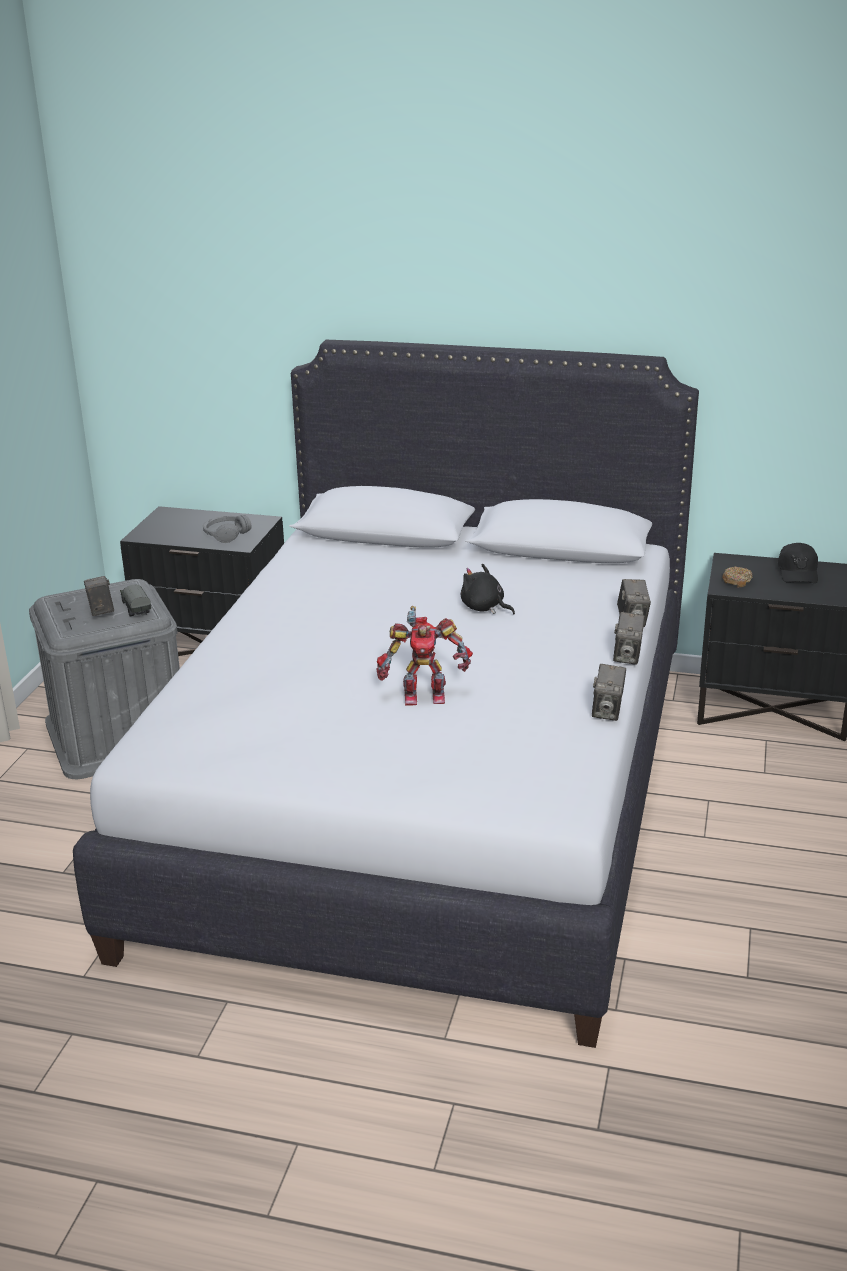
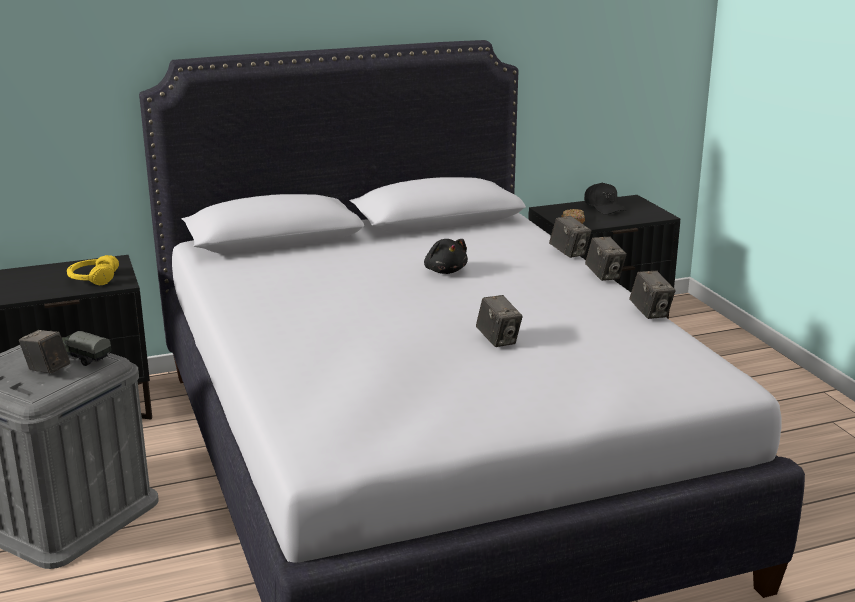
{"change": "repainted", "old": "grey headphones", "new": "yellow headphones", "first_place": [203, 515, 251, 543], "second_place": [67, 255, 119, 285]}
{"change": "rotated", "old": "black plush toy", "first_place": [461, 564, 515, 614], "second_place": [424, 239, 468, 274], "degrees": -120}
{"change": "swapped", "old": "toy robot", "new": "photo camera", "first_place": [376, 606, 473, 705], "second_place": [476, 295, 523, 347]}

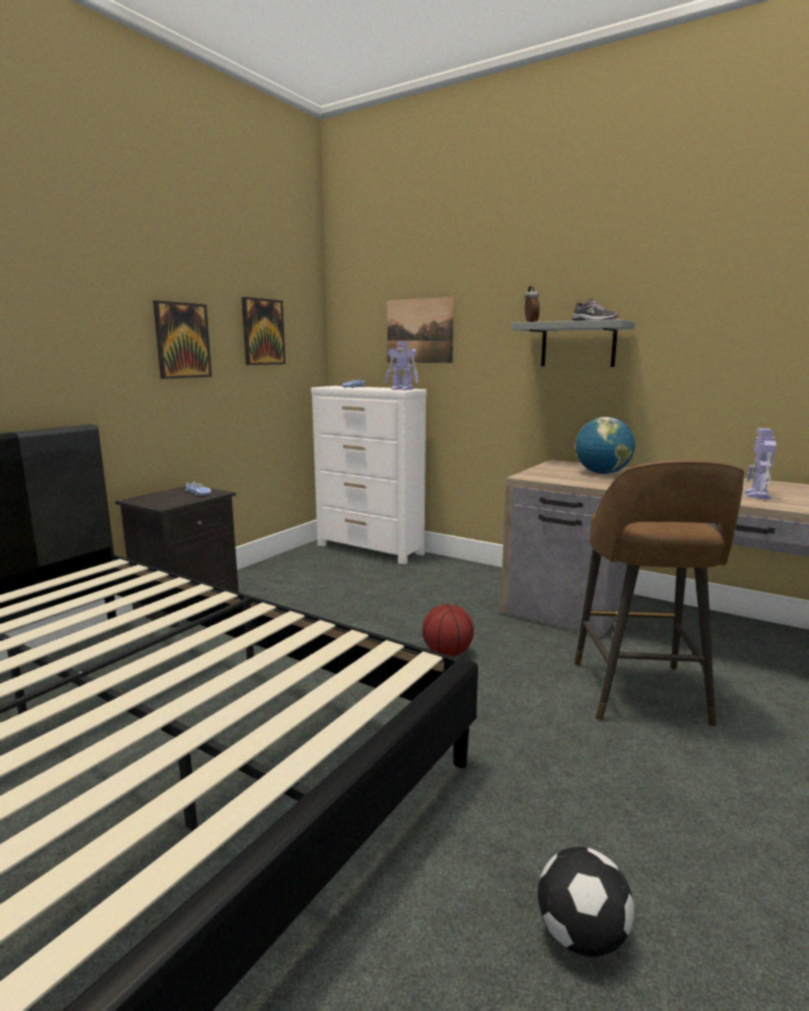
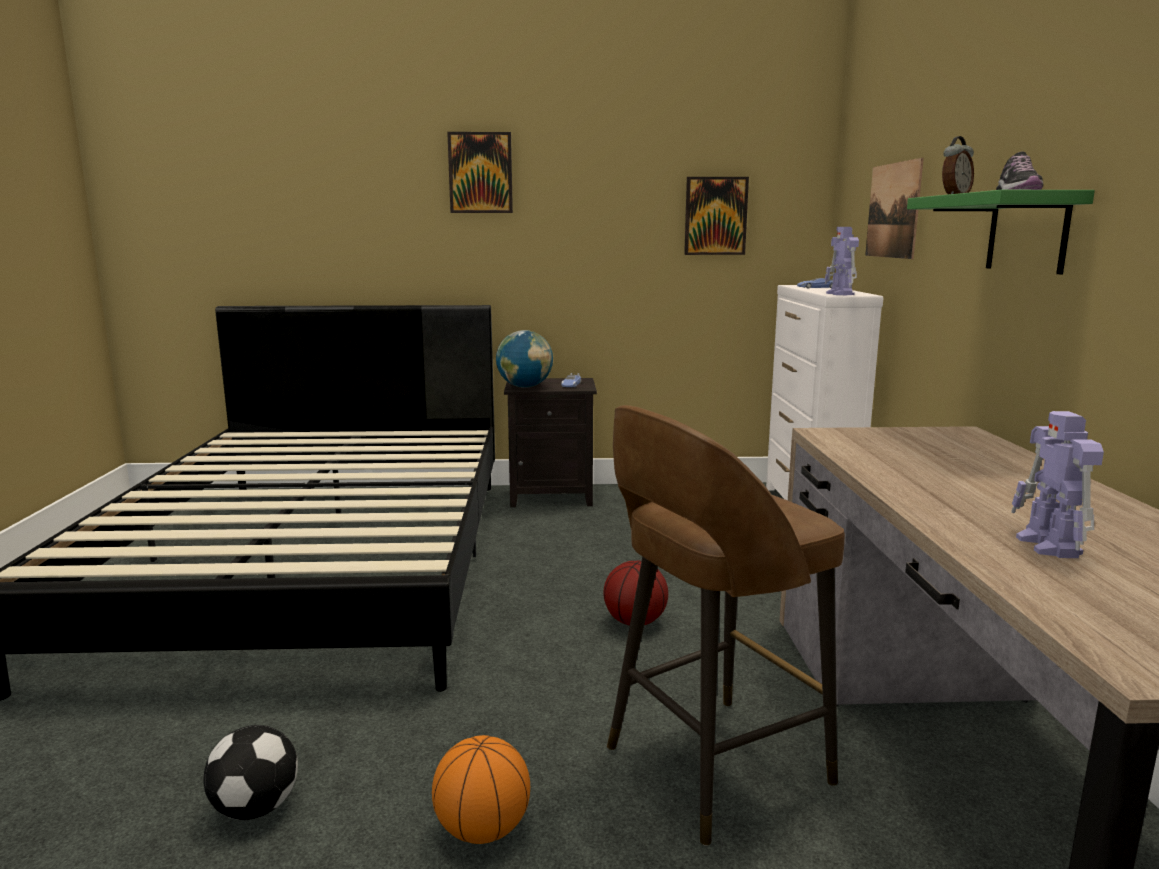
{"change": "new", "new": "basketball", "second_place": [432, 735, 530, 844]}
{"change": "shifted", "old": "picture", "first_place": [153, 300, 212, 379], "second_place": [447, 132, 513, 213]}
{"change": "shifted", "old": "globe", "first_place": [575, 417, 635, 474], "second_place": [496, 330, 553, 388]}
{"change": "repainted", "old": "grey shelf", "new": "green shelf", "first_place": [511, 319, 635, 367], "second_place": [907, 190, 1095, 274]}
{"change": "rotated", "old": "toy robot", "first_place": [744, 428, 776, 499], "second_place": [1011, 411, 1104, 558], "degrees": -75}

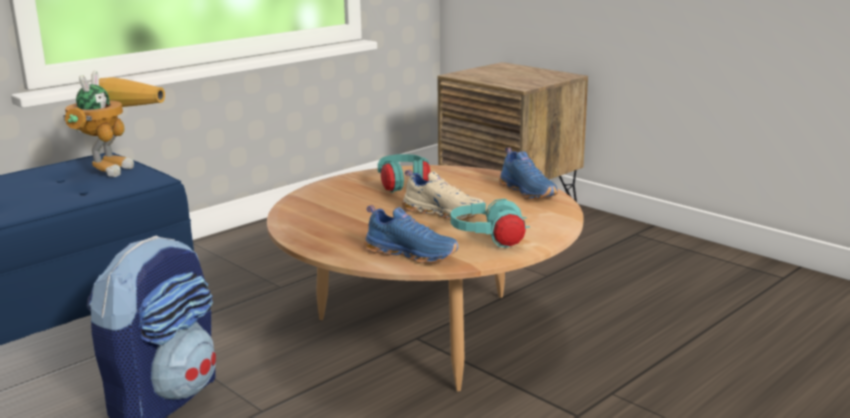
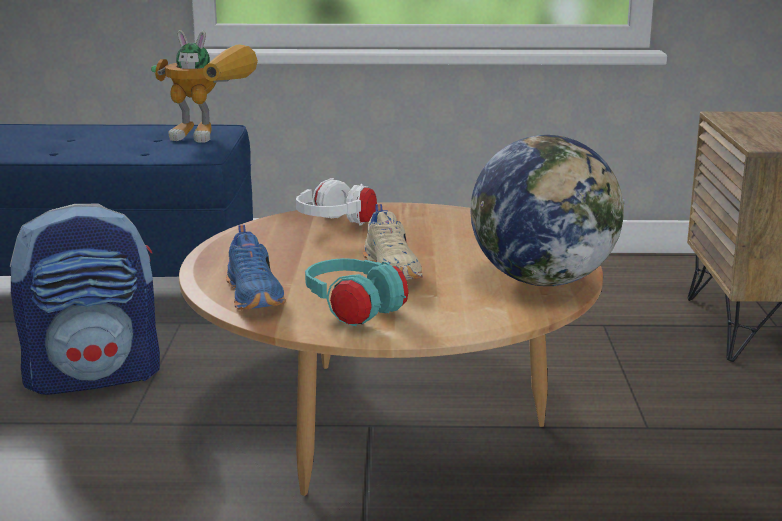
{"change": "rotated", "old": "toy robot", "first_place": [63, 71, 165, 177], "second_place": [151, 30, 258, 142], "degrees": 45}
{"change": "new", "new": "white headphones", "second_place": [296, 178, 377, 226]}
{"change": "swapped", "old": "blue shoe", "new": "globe", "first_place": [499, 147, 558, 200], "second_place": [470, 135, 625, 286]}
{"change": "gone", "old": "turquoise headphones", "first_place": [378, 154, 430, 193]}

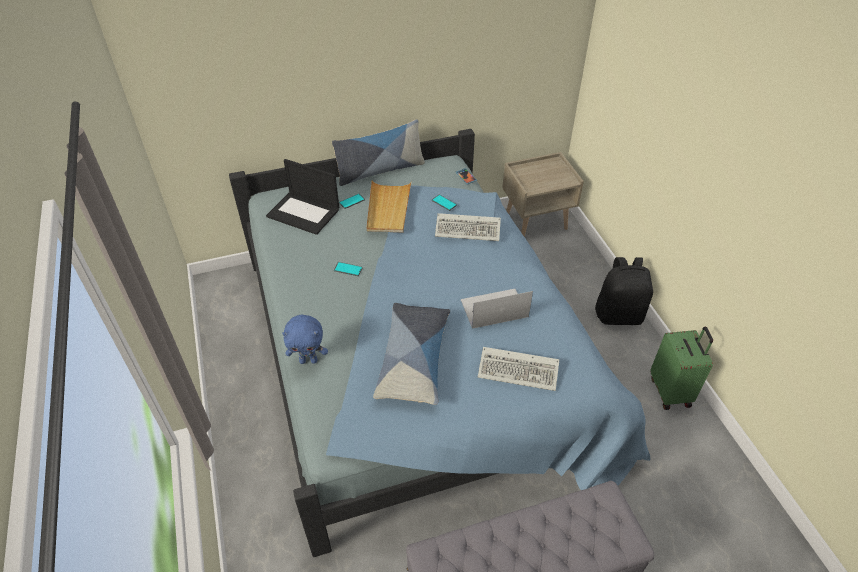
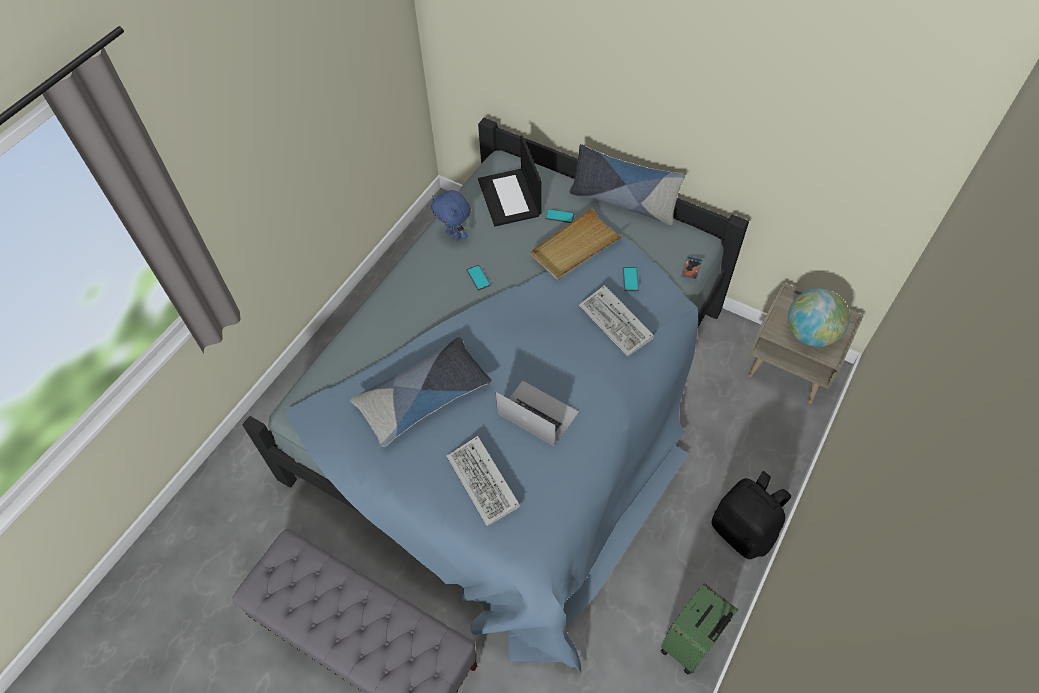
{"change": "shifted", "old": "blue plush toy", "first_place": [282, 315, 328, 364], "second_place": [431, 190, 471, 241]}
{"change": "new", "new": "globe", "second_place": [788, 288, 850, 347]}

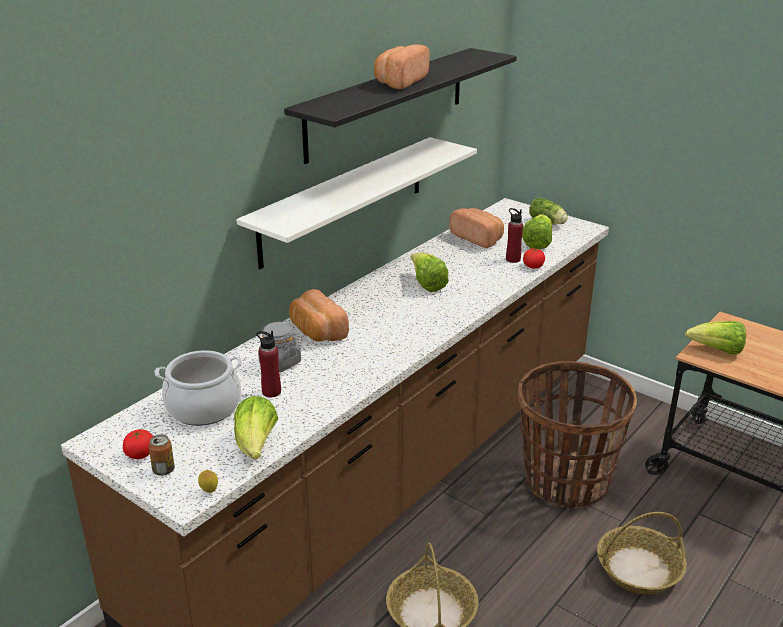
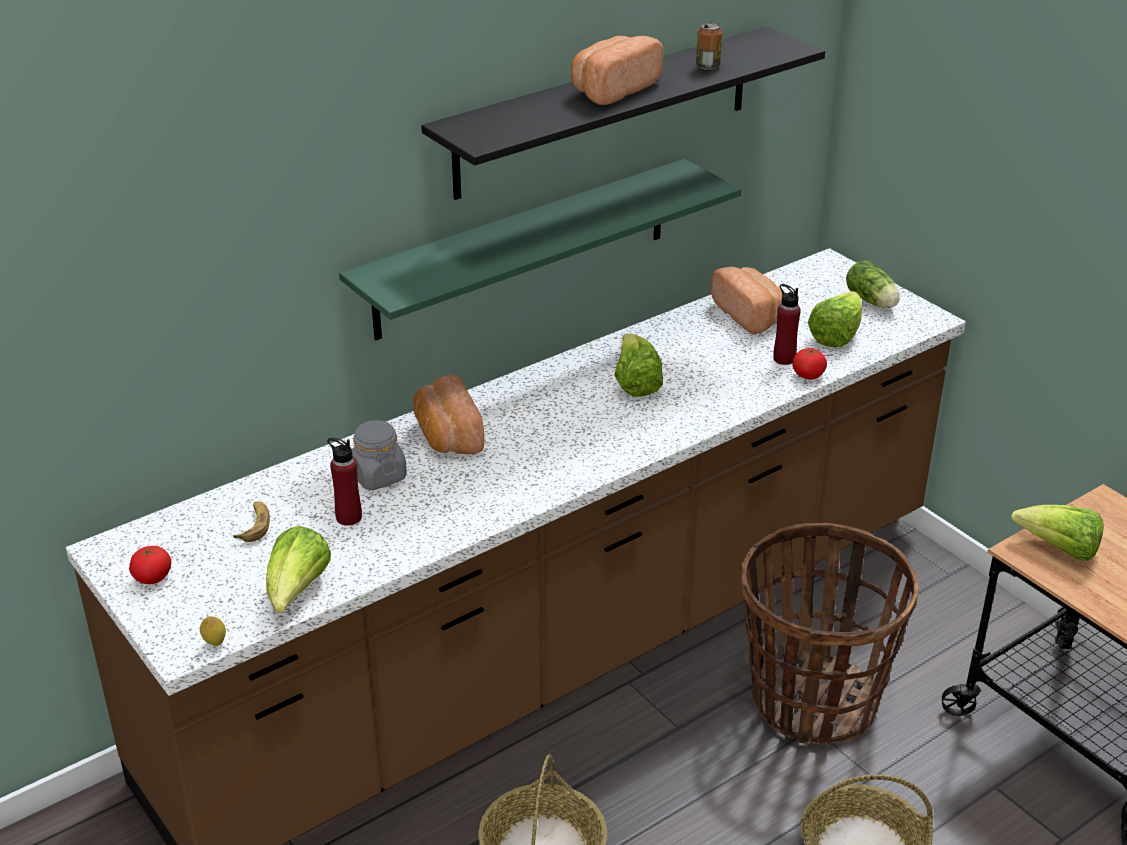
{"change": "swapped", "old": "cooking pot", "new": "banana", "first_place": [154, 350, 242, 426], "second_place": [233, 501, 270, 542]}
{"change": "repainted", "old": "white shelf", "new": "green shelf", "first_place": [236, 137, 477, 269], "second_place": [339, 159, 742, 340]}
{"change": "shifted", "old": "can", "first_place": [149, 434, 175, 476], "second_place": [696, 22, 722, 70]}

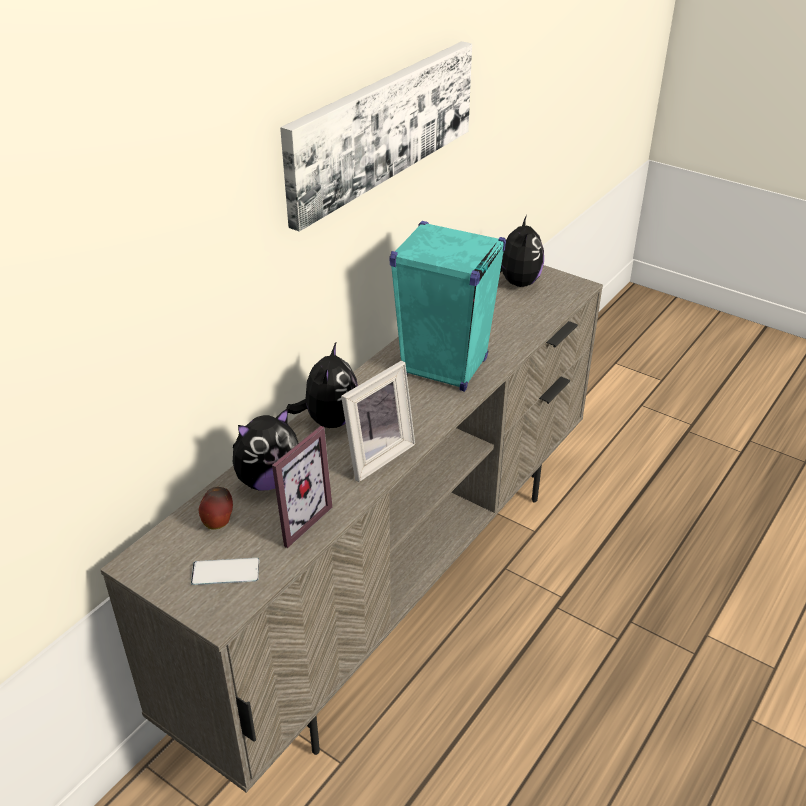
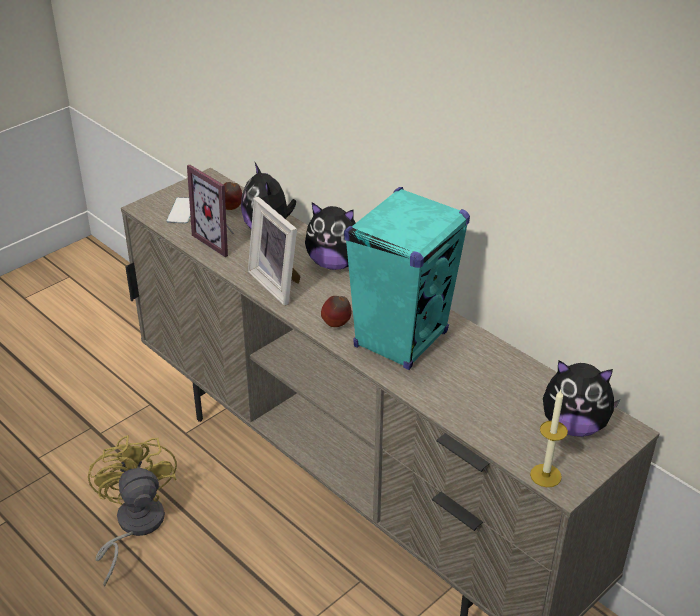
{"change": "new", "new": "yellow fan", "second_place": [88, 435, 177, 587]}
{"change": "new", "new": "apple", "second_place": [321, 296, 352, 327]}
{"change": "new", "new": "candle", "second_place": [530, 390, 568, 487]}
{"change": "gone", "old": "picture", "first_place": [280, 41, 472, 232]}

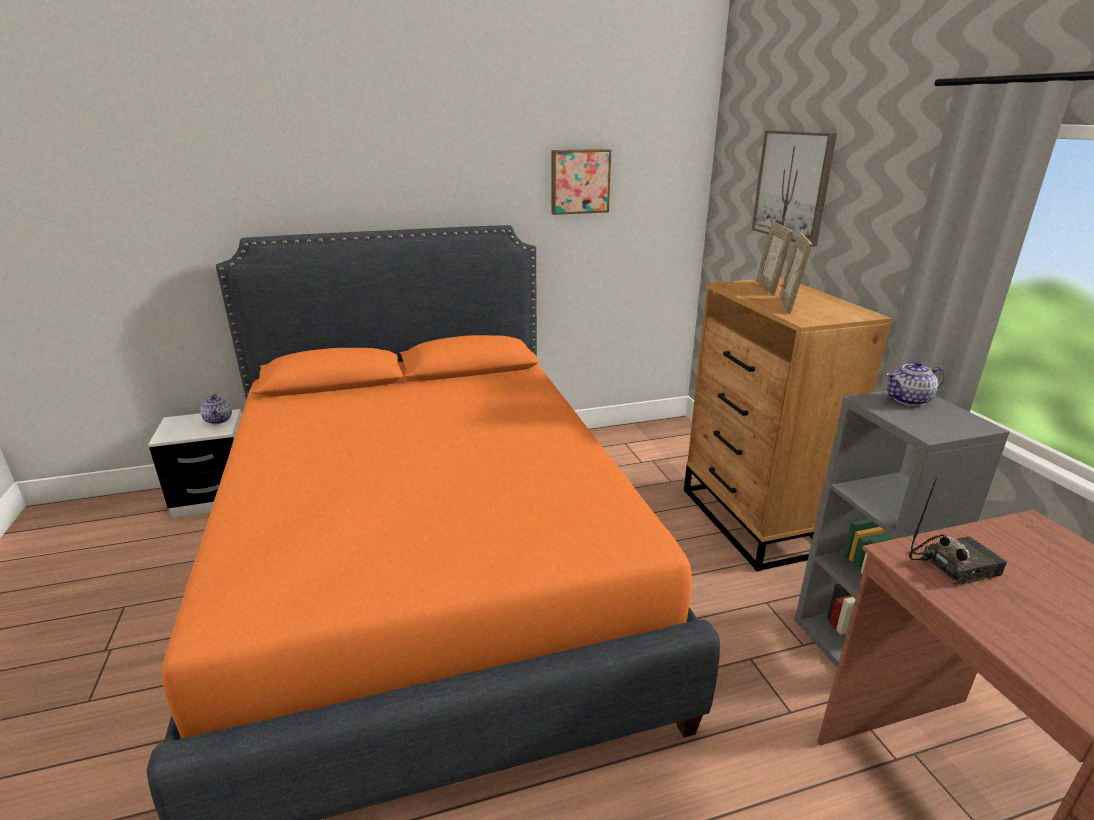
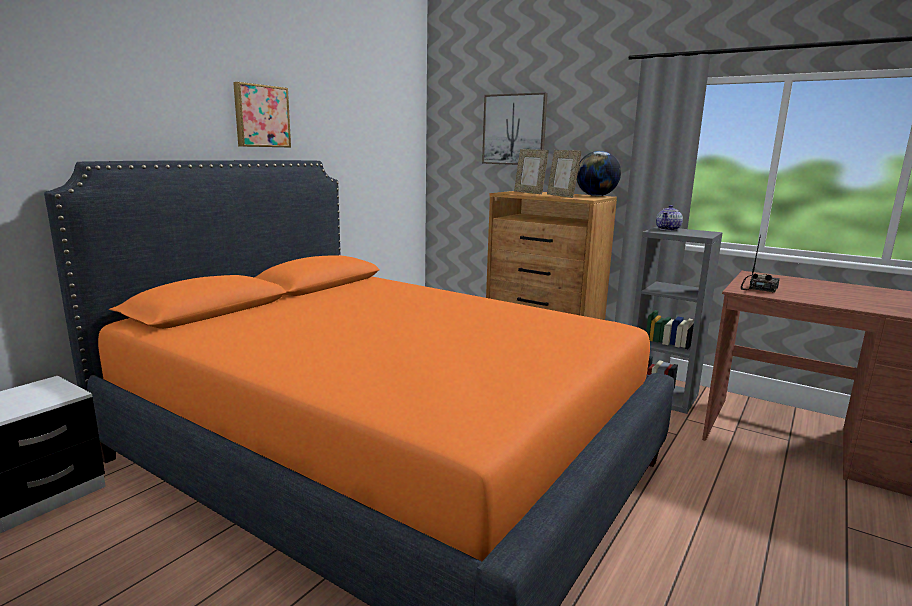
{"change": "shifted", "old": "picture", "first_place": [551, 149, 611, 215], "second_place": [233, 82, 291, 147]}
{"change": "new", "new": "globe", "second_place": [577, 151, 621, 196]}
{"change": "gone", "old": "teapot", "first_place": [200, 394, 232, 424]}

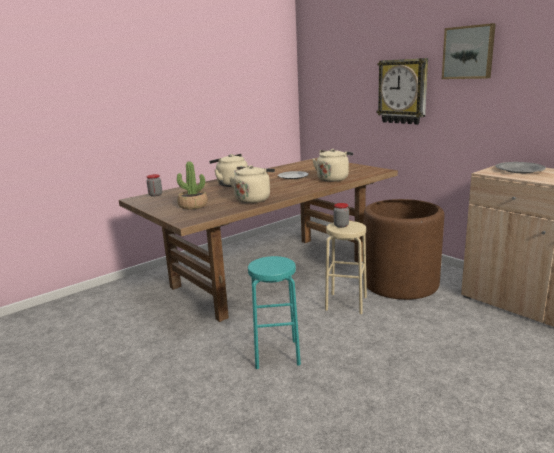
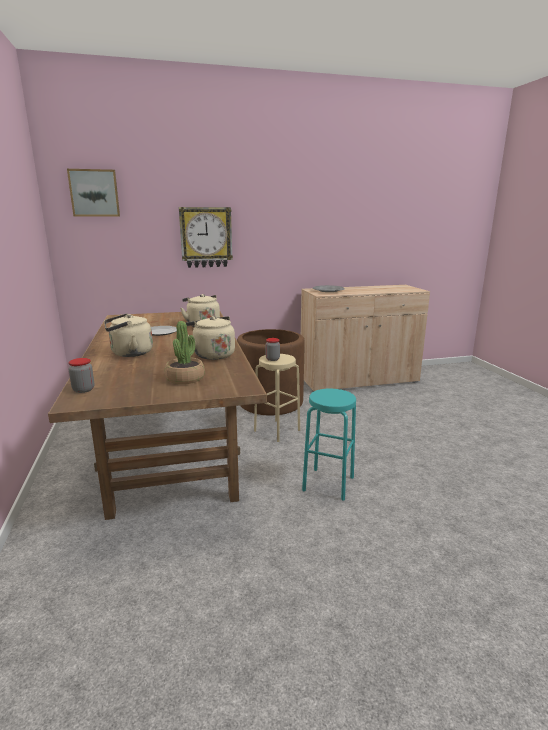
{"change": "shifted", "old": "picture", "first_place": [442, 23, 496, 79], "second_place": [67, 169, 120, 217]}

